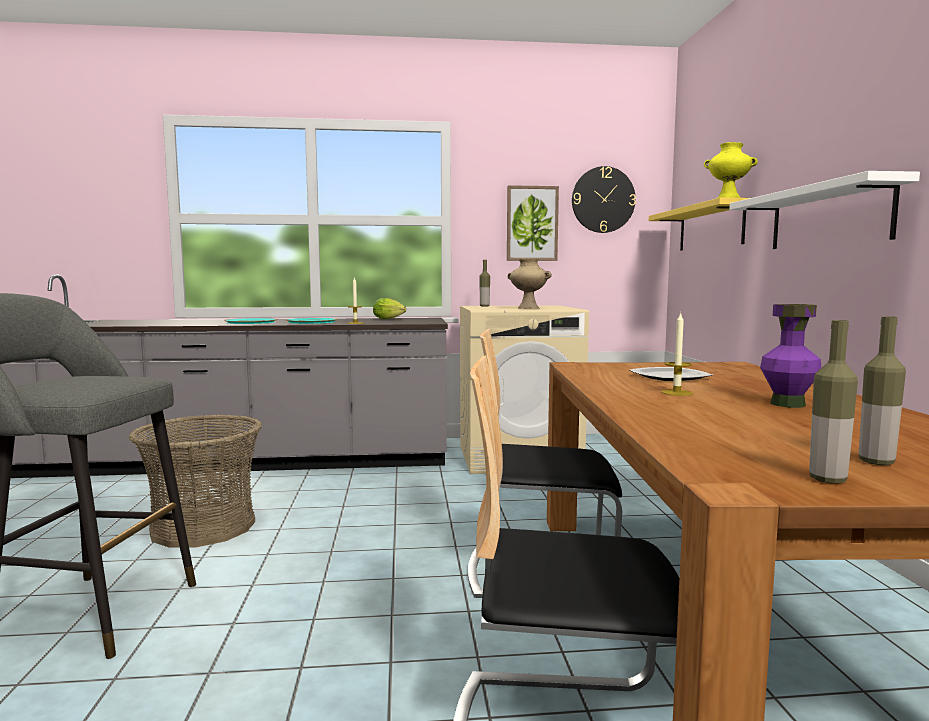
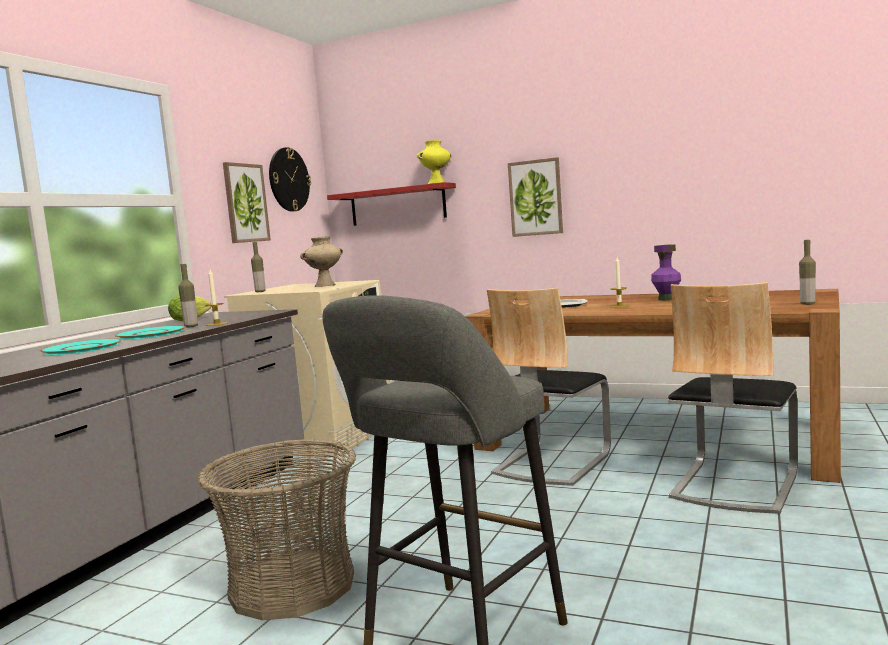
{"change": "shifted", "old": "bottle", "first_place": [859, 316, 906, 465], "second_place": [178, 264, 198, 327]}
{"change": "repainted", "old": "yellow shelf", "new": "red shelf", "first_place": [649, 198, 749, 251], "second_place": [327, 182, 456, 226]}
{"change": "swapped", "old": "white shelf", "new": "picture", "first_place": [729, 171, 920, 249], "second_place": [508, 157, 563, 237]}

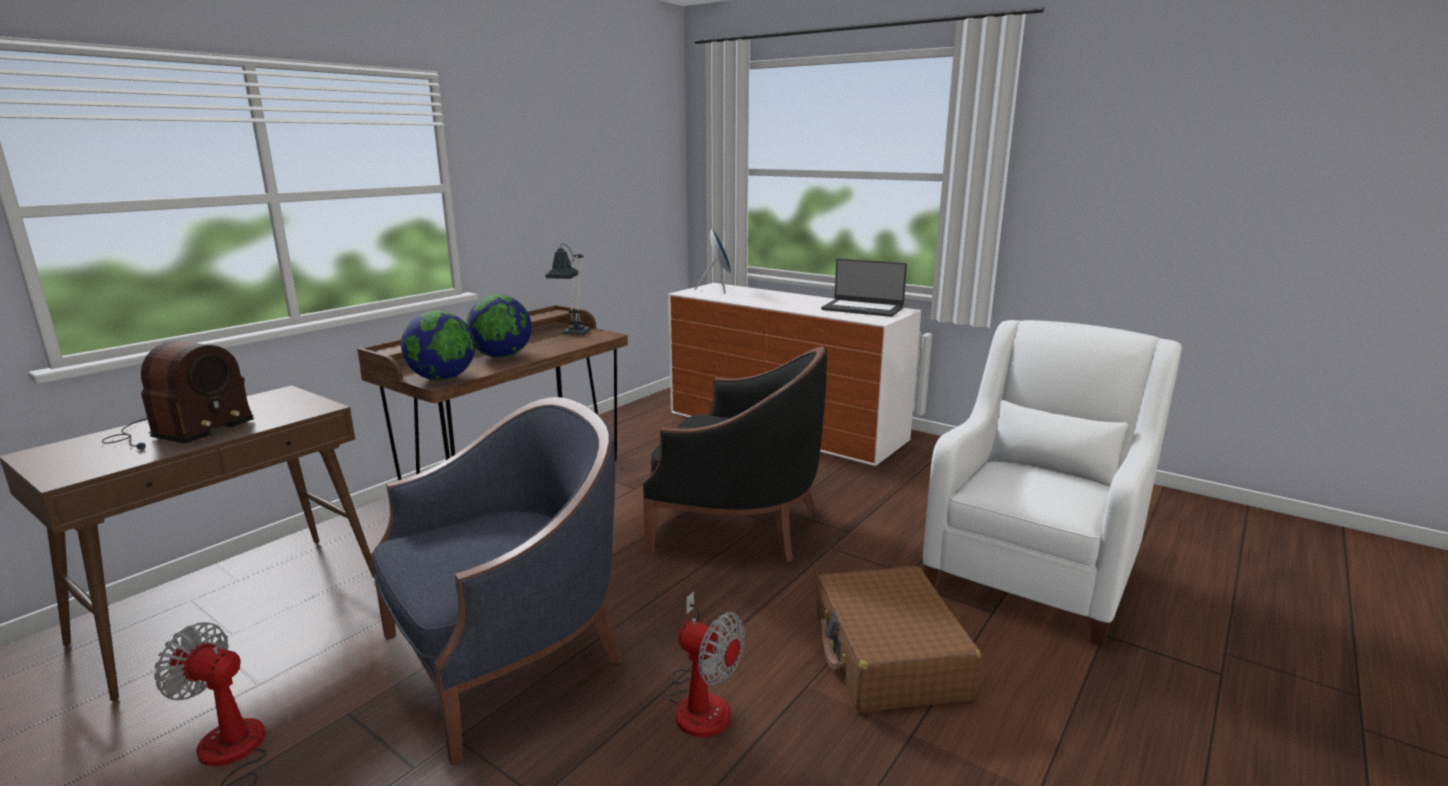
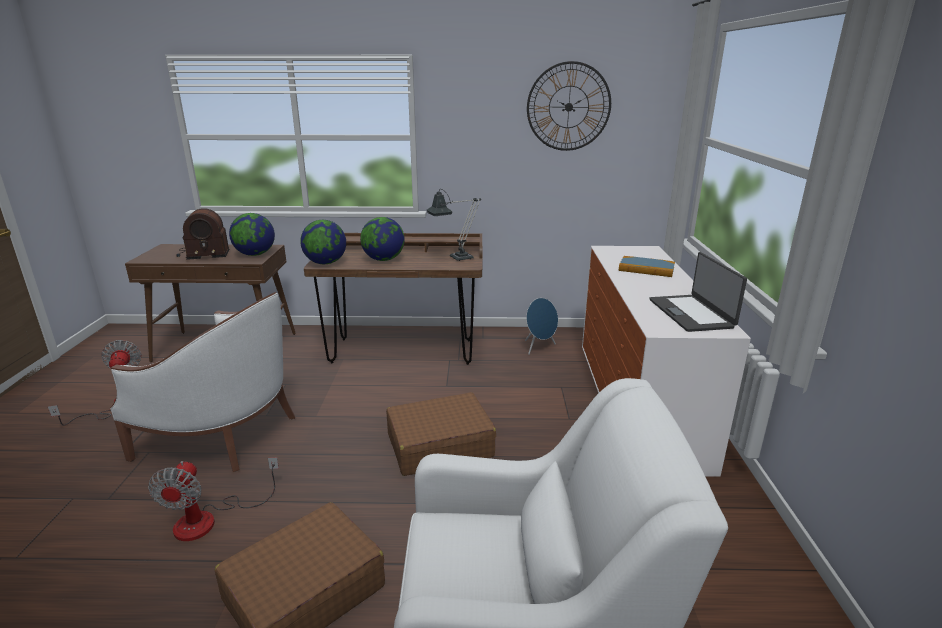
{"change": "repainted", "old": "blue armchair", "new": "white armchair", "first_place": [371, 397, 622, 766], "second_place": [110, 292, 295, 472]}
{"change": "new", "new": "globe", "second_place": [229, 213, 275, 256]}
{"change": "swapped", "old": "black armchair", "new": "brown suitcase", "first_place": [643, 347, 827, 562], "second_place": [386, 392, 496, 476]}
{"change": "shifted", "old": "blue speaker", "first_place": [694, 229, 731, 294], "second_place": [525, 298, 558, 355]}
{"change": "new", "new": "wall clock", "second_place": [527, 61, 611, 151]}
{"change": "new", "new": "book", "second_place": [619, 256, 675, 277]}

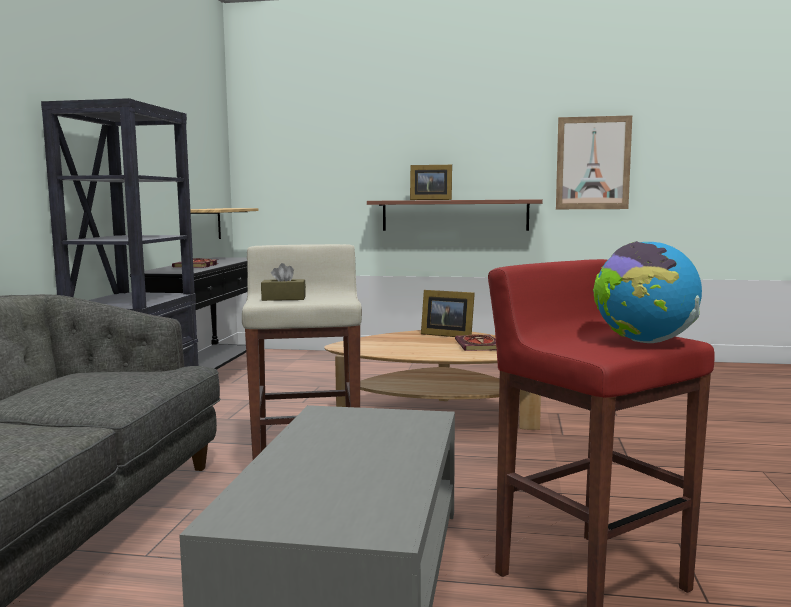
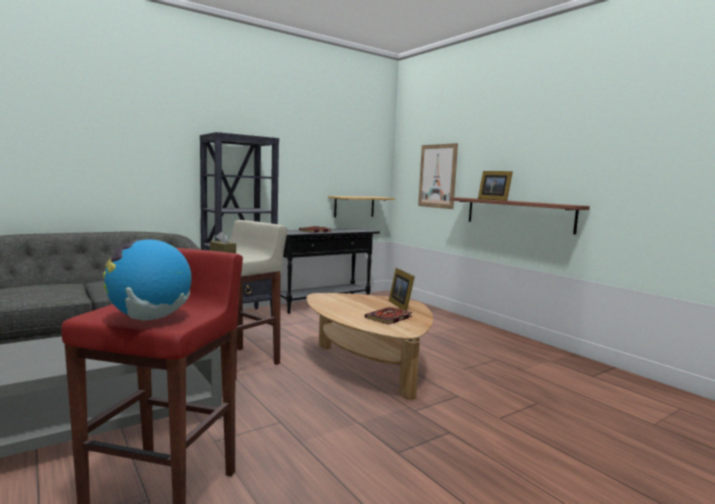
{"change": "shifted", "old": "picture", "first_place": [556, 115, 632, 209], "second_place": [418, 143, 458, 209]}

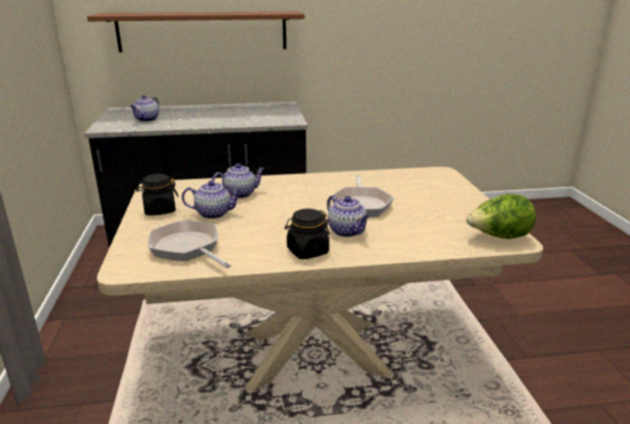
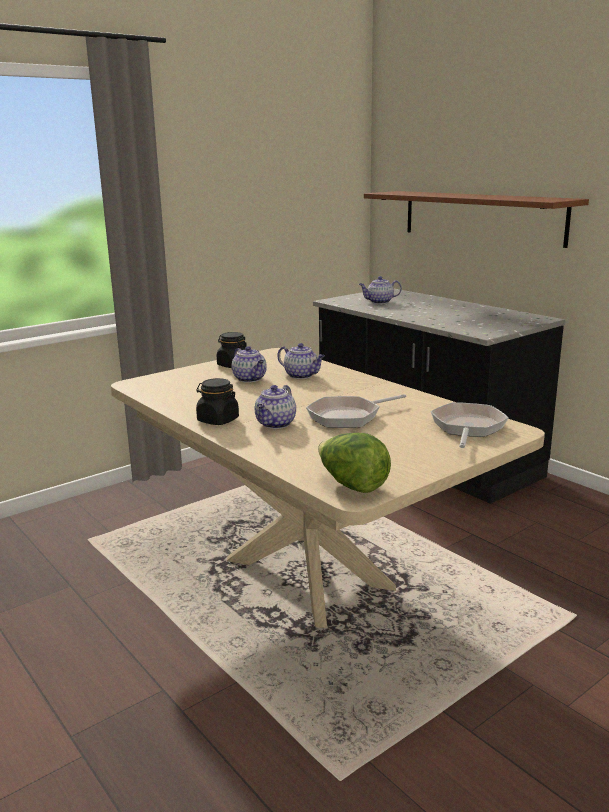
{"change": "shifted", "old": "frying pan", "first_place": [148, 220, 231, 268], "second_place": [431, 402, 509, 448]}

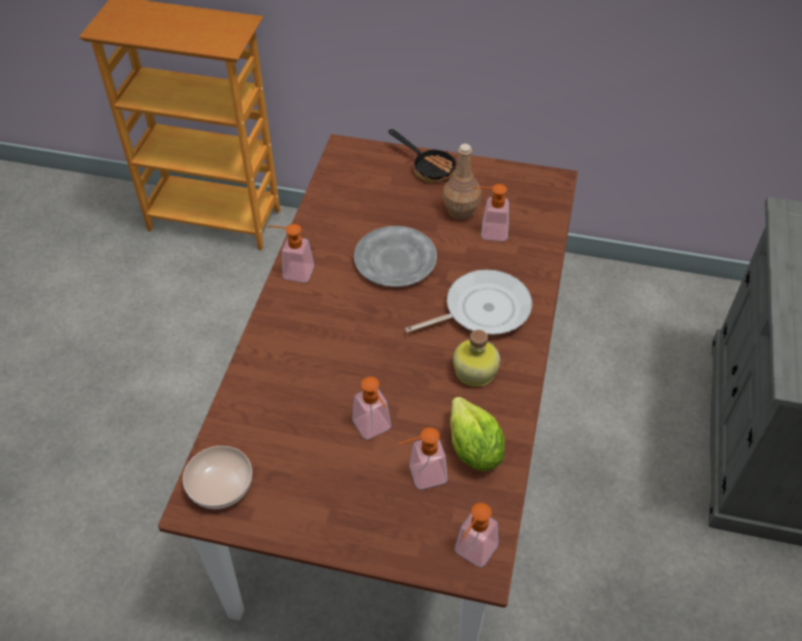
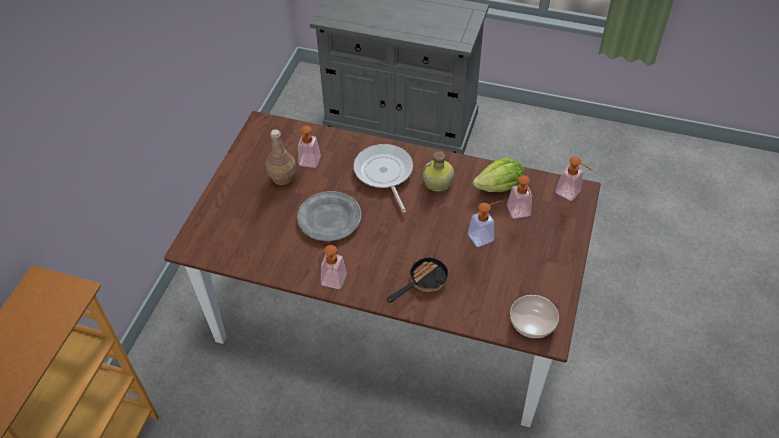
{"change": "shifted", "old": "frying pan", "first_place": [388, 129, 457, 182], "second_place": [387, 255, 449, 303]}

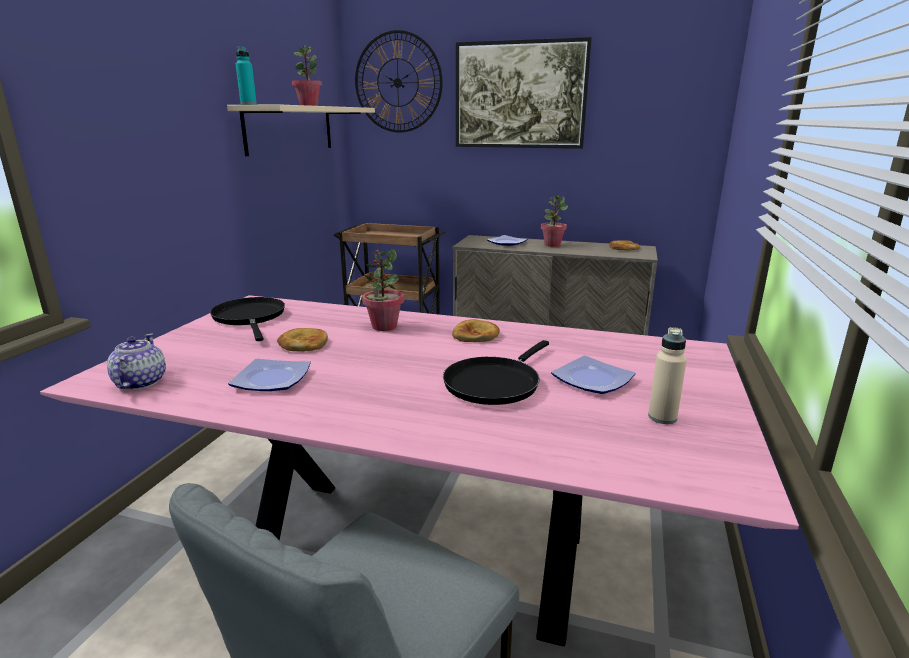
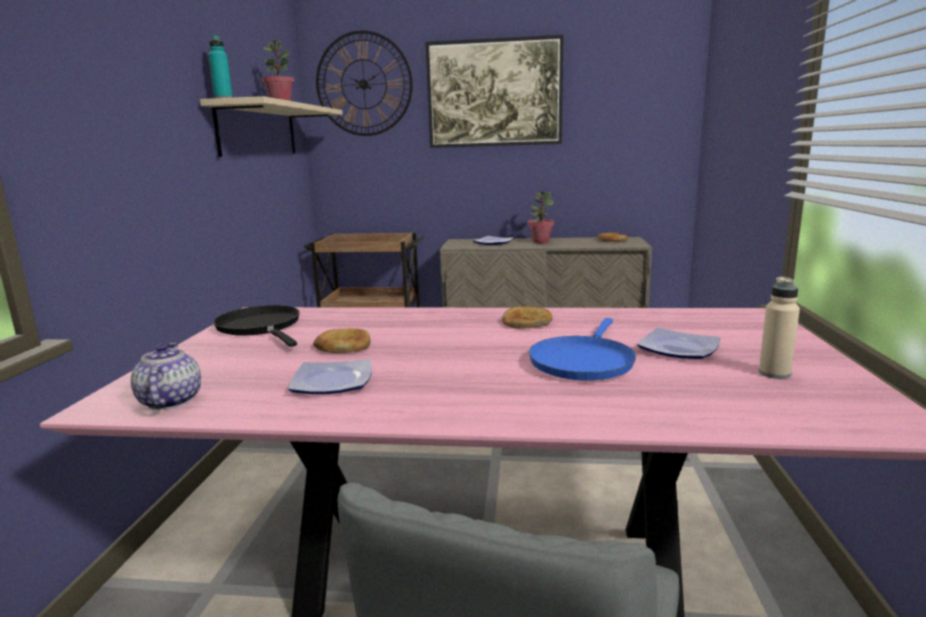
{"change": "repainted", "old": "black frying pan", "new": "blue frying pan", "first_place": [443, 340, 549, 405], "second_place": [529, 318, 636, 381]}
{"change": "gone", "old": "potted plant", "first_place": [362, 249, 404, 331]}

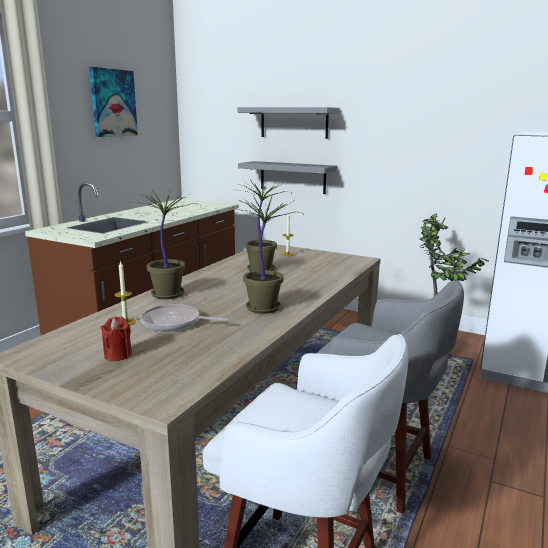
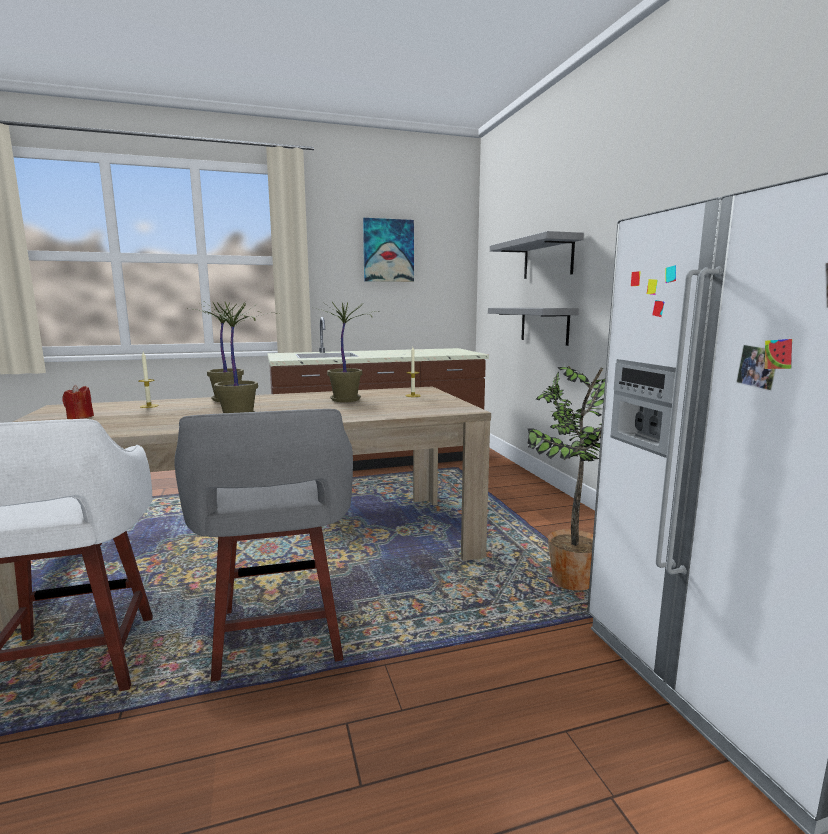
{"change": "gone", "old": "frying pan", "first_place": [140, 304, 228, 332]}

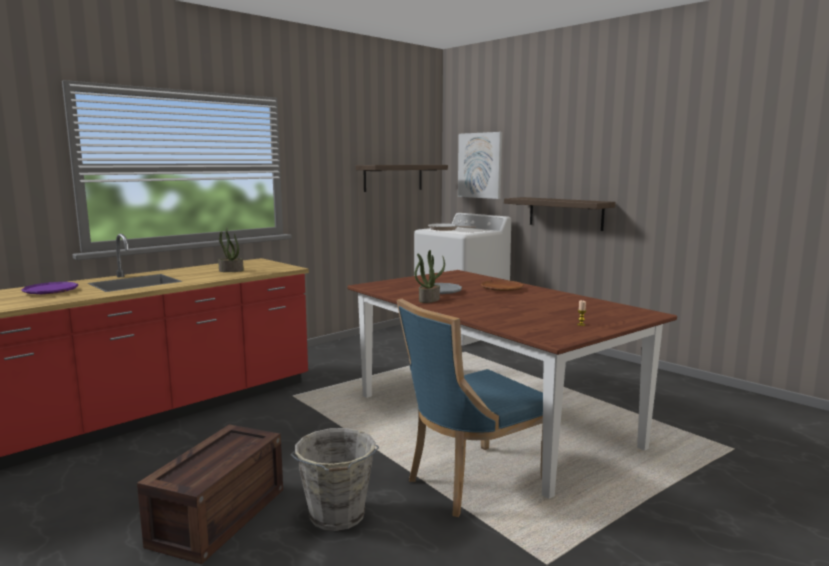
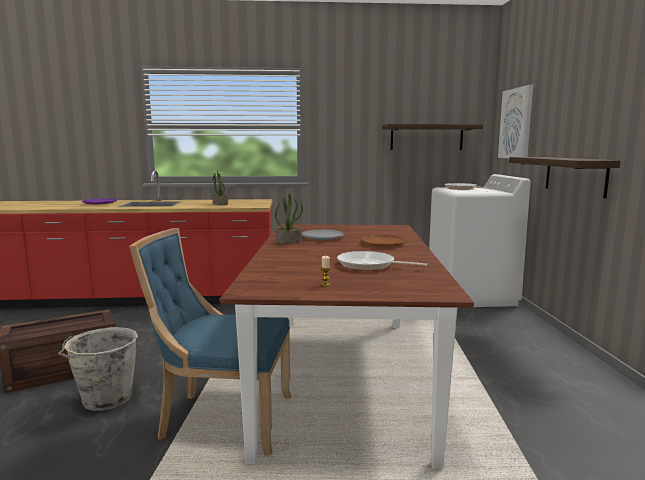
{"change": "new", "new": "frying pan", "second_place": [337, 251, 427, 270]}

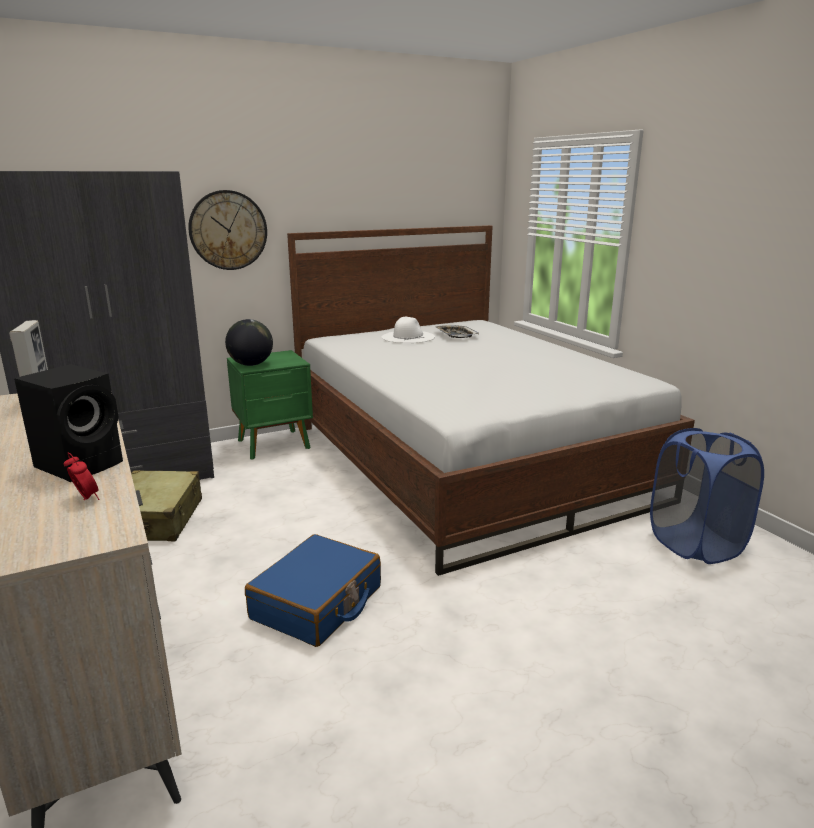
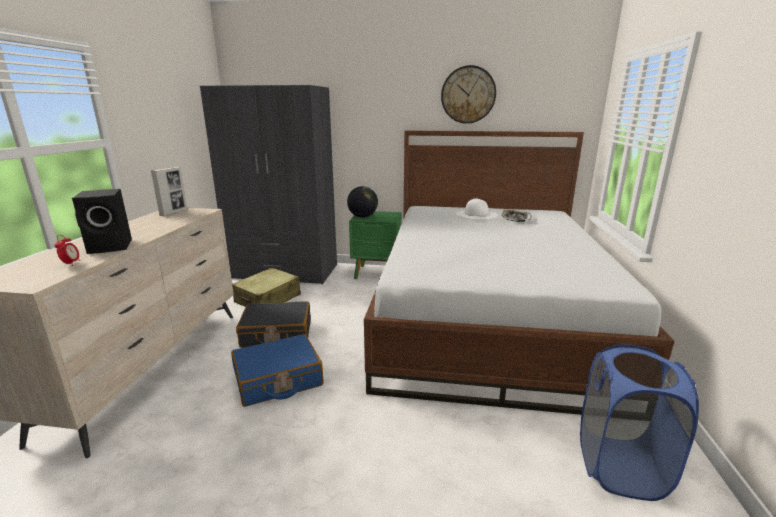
{"change": "new", "new": "black suitcase", "second_place": [236, 301, 311, 348]}
{"change": "shifted", "old": "wall clock", "first_place": [188, 190, 267, 270], "second_place": [441, 65, 496, 124]}

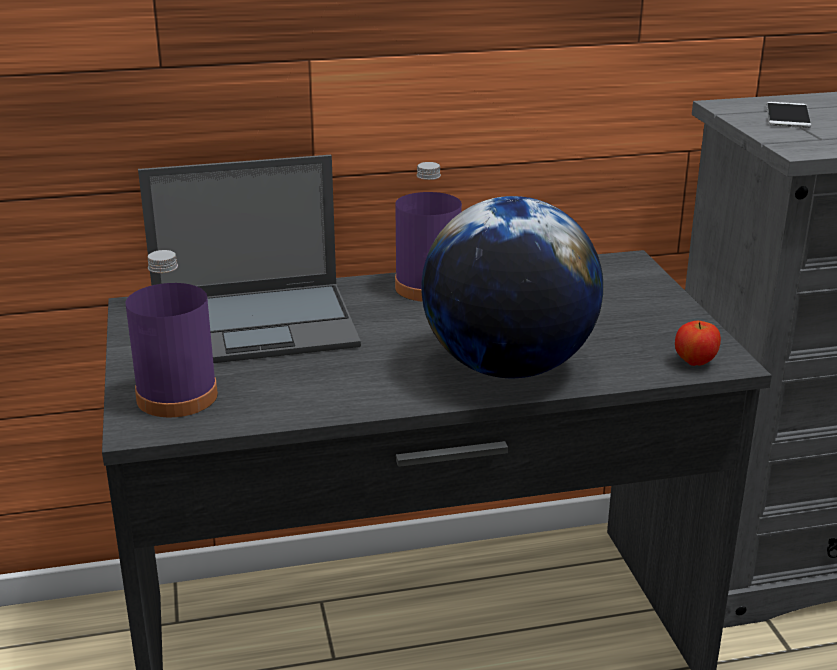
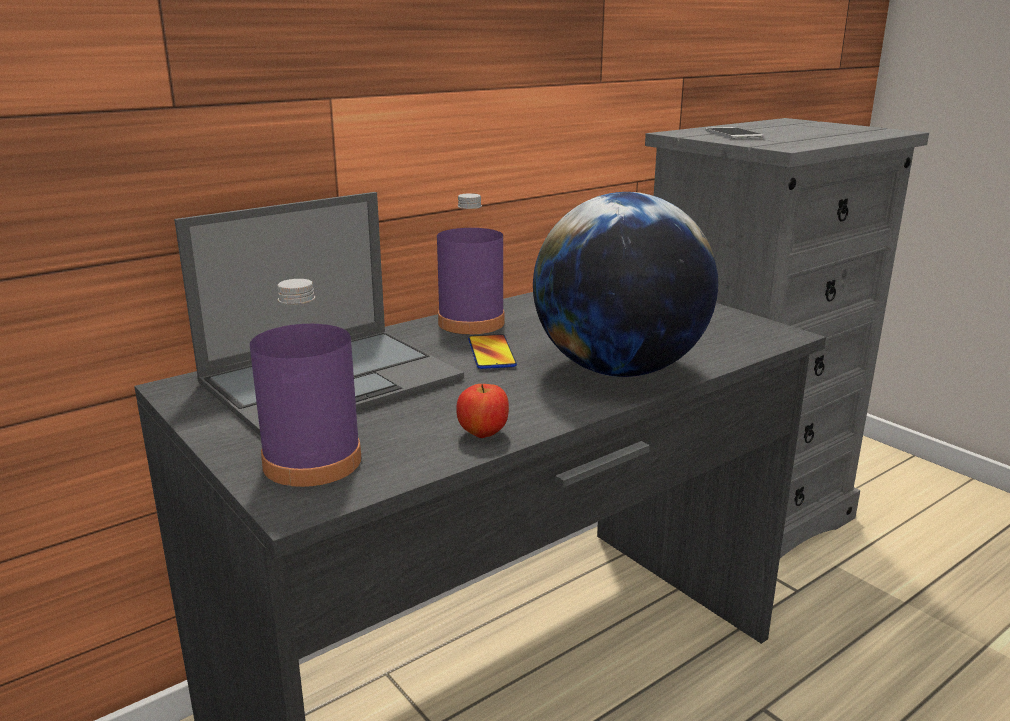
{"change": "shifted", "old": "apple", "first_place": [675, 321, 721, 366], "second_place": [456, 384, 509, 438]}
{"change": "new", "new": "phone", "second_place": [468, 334, 517, 369]}

